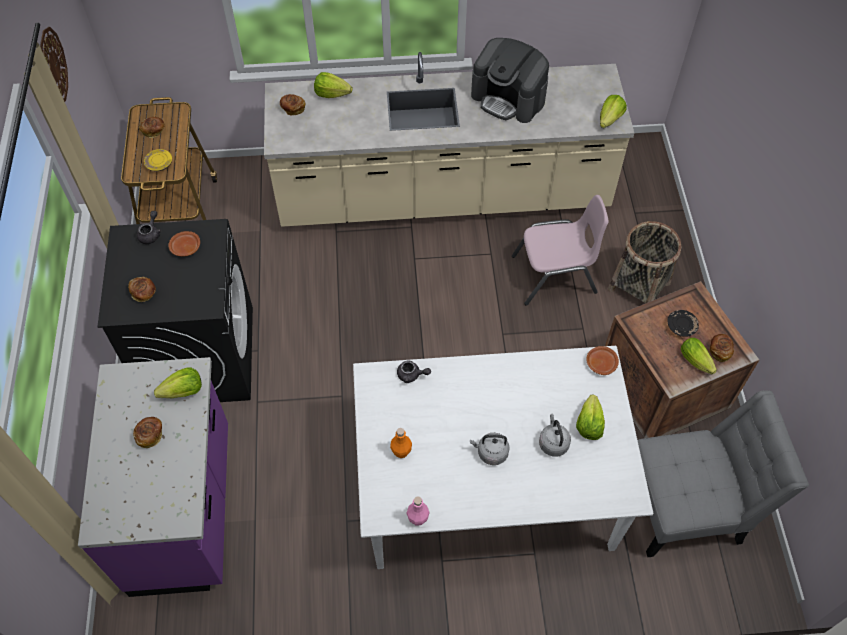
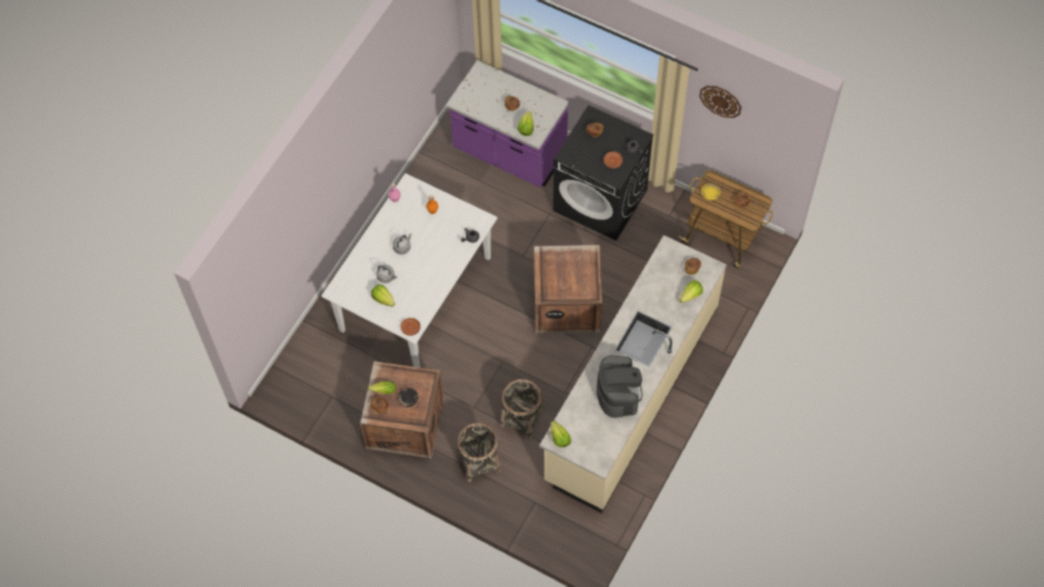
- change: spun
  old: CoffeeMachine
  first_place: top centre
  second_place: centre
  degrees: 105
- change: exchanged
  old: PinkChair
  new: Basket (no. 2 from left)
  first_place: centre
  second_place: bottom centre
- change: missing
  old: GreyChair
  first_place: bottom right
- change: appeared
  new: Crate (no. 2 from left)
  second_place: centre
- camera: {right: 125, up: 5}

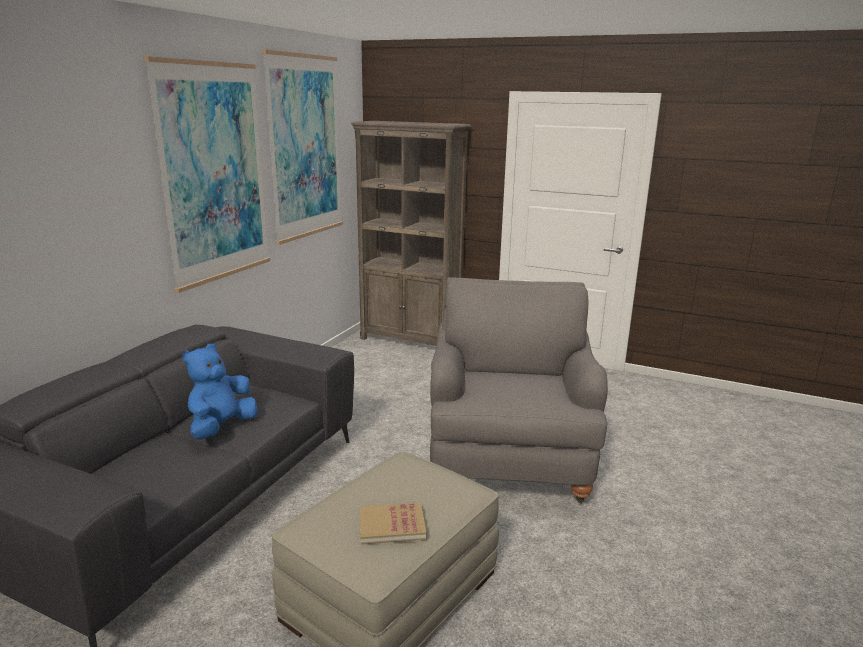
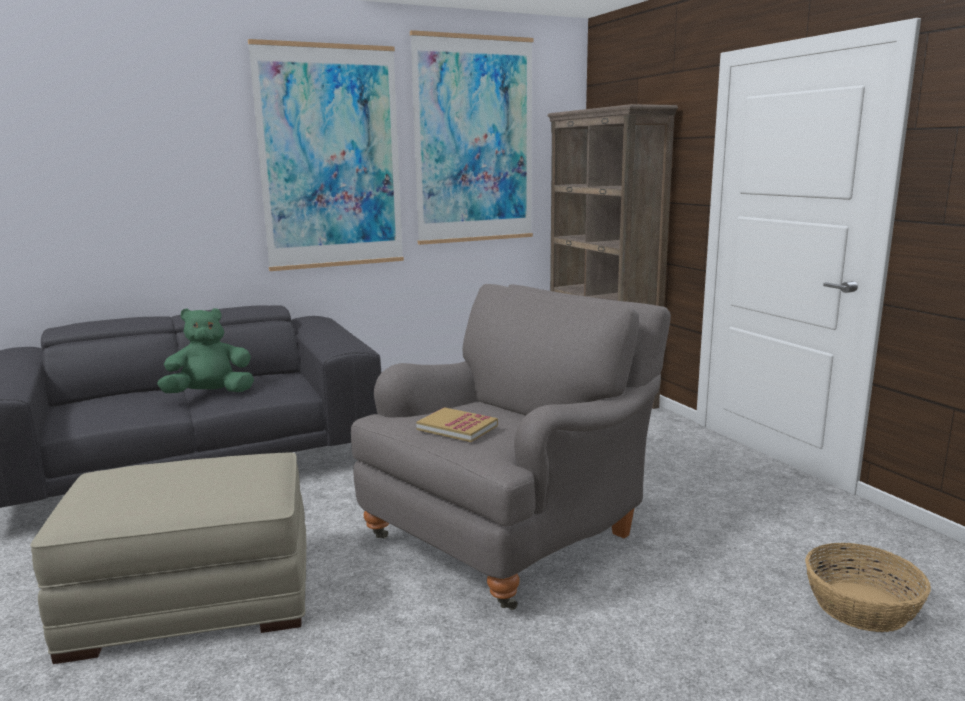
- change: colour
  old: BluePlushToy
  new: GreenPlushToy
  first_place: middle left
  second_place: middle left
- change: relocated
  old: Book
  first_place: bottom centre
  second_place: centre
- change: appeared
  new: Basket
  second_place: bottom right
- camera: {right: 40, up: -5}

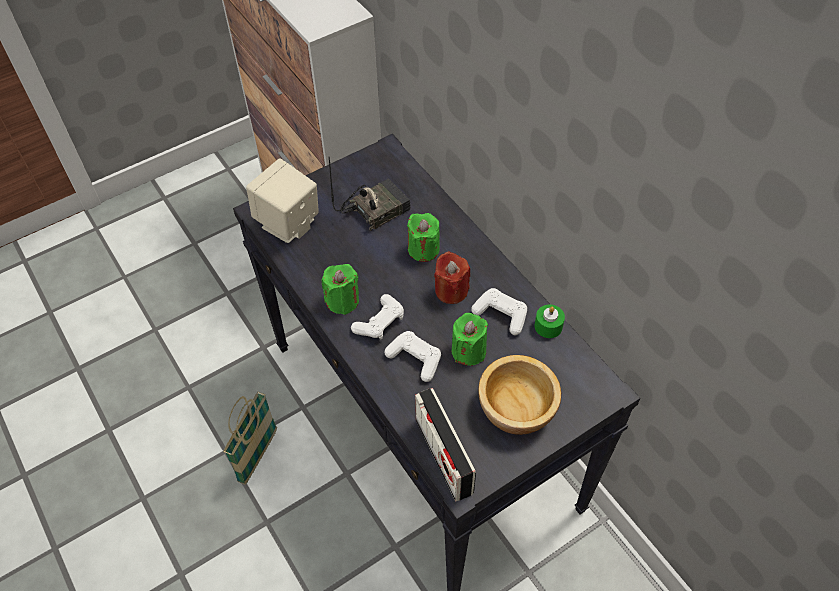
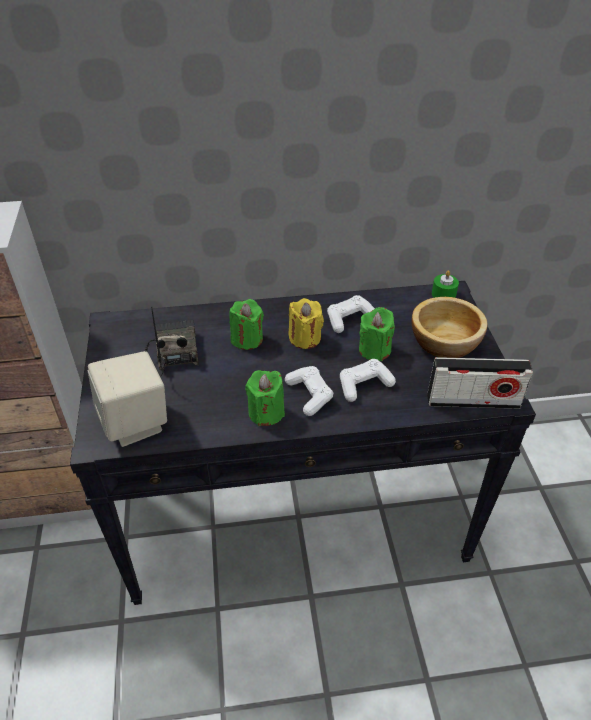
- change: colour
  old: RedCandle
  new: YellowCandle
  first_place: centre
  second_place: centre
- change: relocated
  old: GreenCandle (no. 4 from left)
  first_place: centre
  second_place: middle right
- change: missing
  old: Basket
  first_place: bottom left
- camera: {right: -65, up: -10}

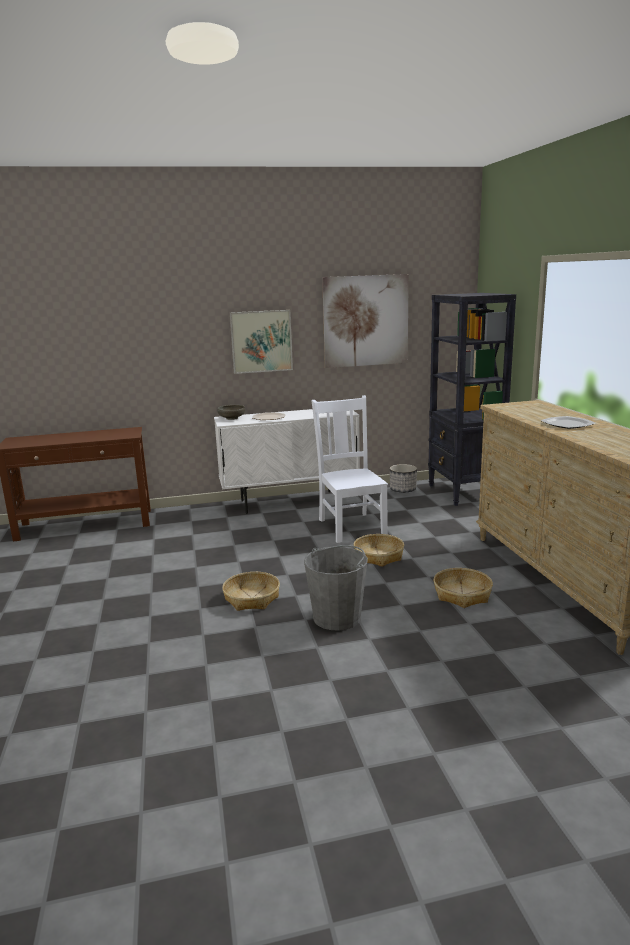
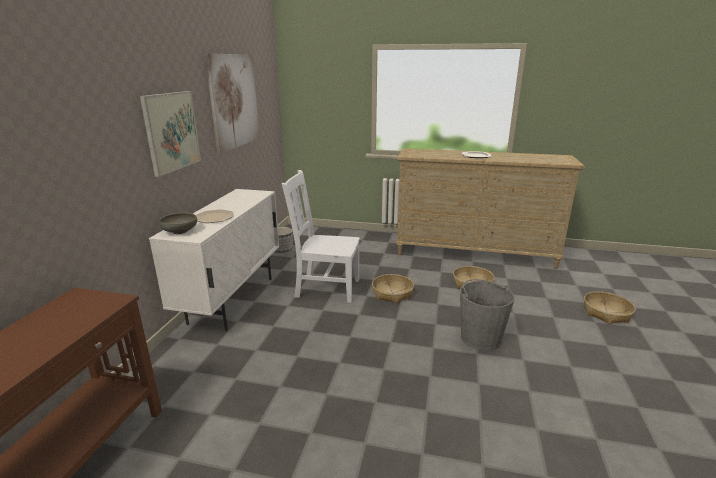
- change: missing
  old: BlackBookcase
  first_place: middle right
- change: relocated
  old: Basket (no. 1 from left in the first image)
  new: Basket (no. 3 from left)
  first_place: centre
  second_place: middle right
- camera: {right: -65, up: 5}

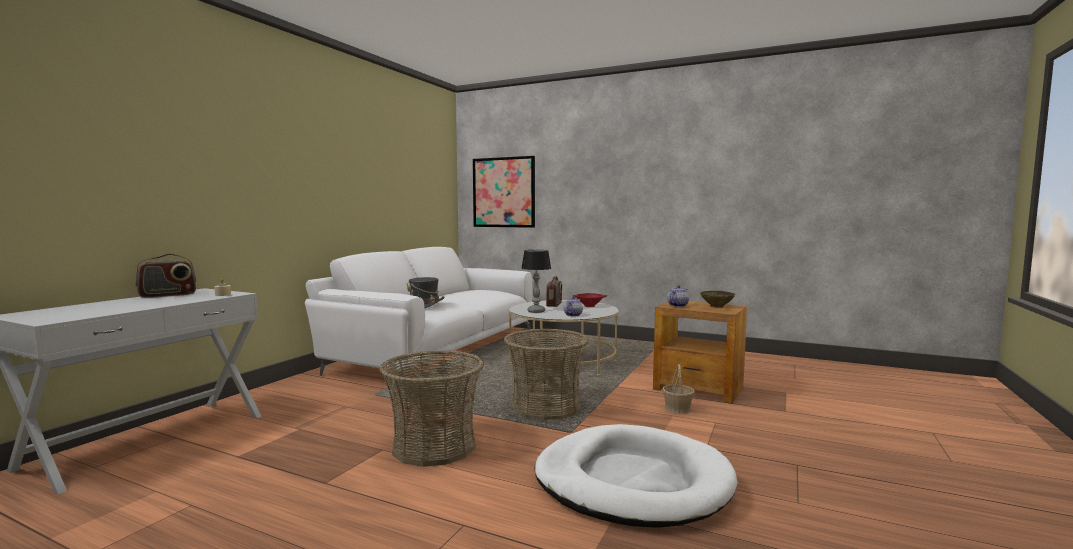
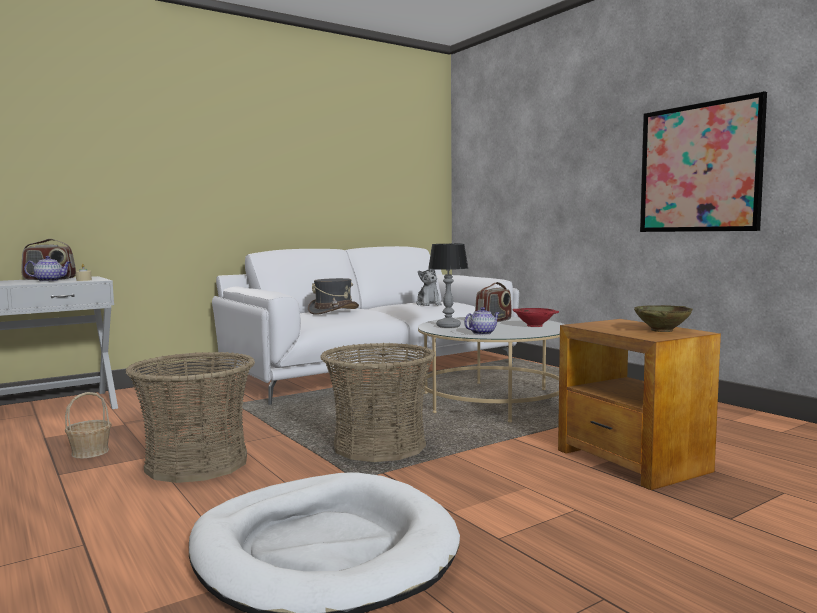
- change: relocated
  old: Picture
  first_place: centre
  second_place: top right
- change: relocated
  old: Teapot (no. 2 from left in the first image)
  new: Teapot (no. 1 from left)
  first_place: centre
  second_place: middle left
- change: relocated
  old: Basket (no. 3 from left in the first image)
  new: Basket (no. 1 from left)
  first_place: bottom centre
  second_place: bottom left
- change: appeared
  new: PlushToy
  second_place: centre
- camera: {right: 30, up: 0}

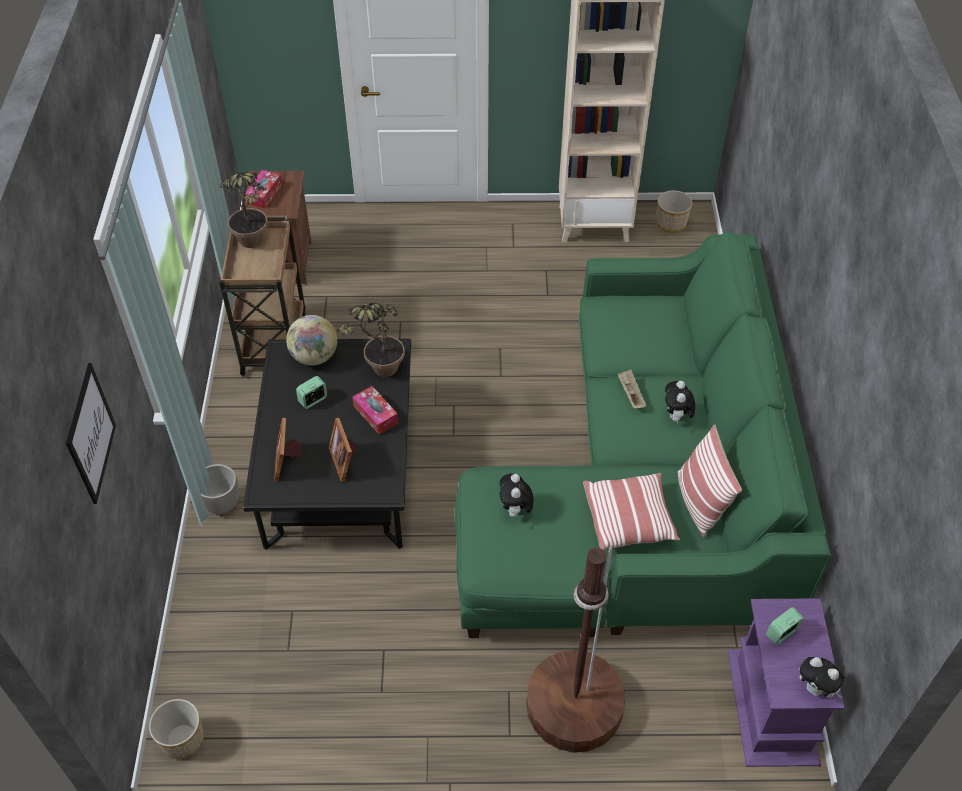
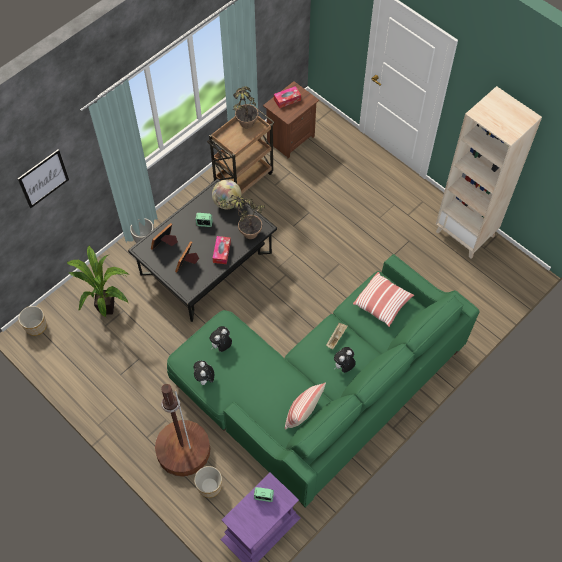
- change: relocated
  old: Planter (no. 3 from left)
  first_place: top right
  second_place: bottom centre
- change: relocated
  old: Pillow (no. 1 from left in the first image)
  new: Pillow (no. 2 from left)
  first_place: centre
  second_place: middle right
- change: relocated
  old: PlushToy (no. 3 from left in the first image)
  new: PlushToy (no. 1 from left)
  first_place: bottom right
  second_place: centre
- change: appeared
  new: PottedPlant (no. 1 from left)
  second_place: middle left
- camera: {right: 45, up: 10}

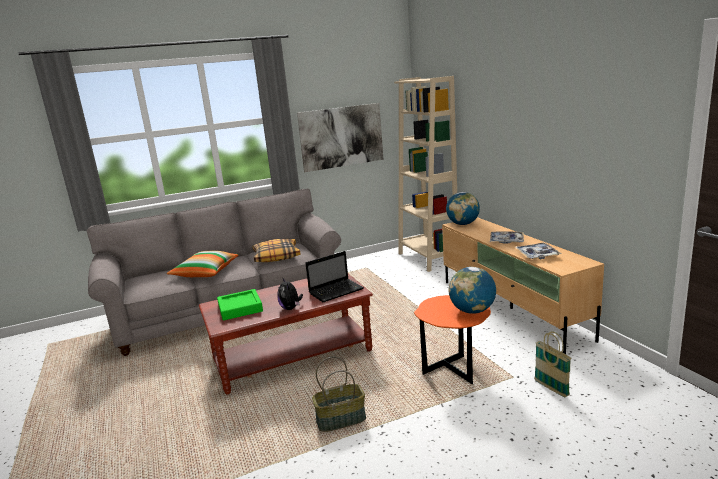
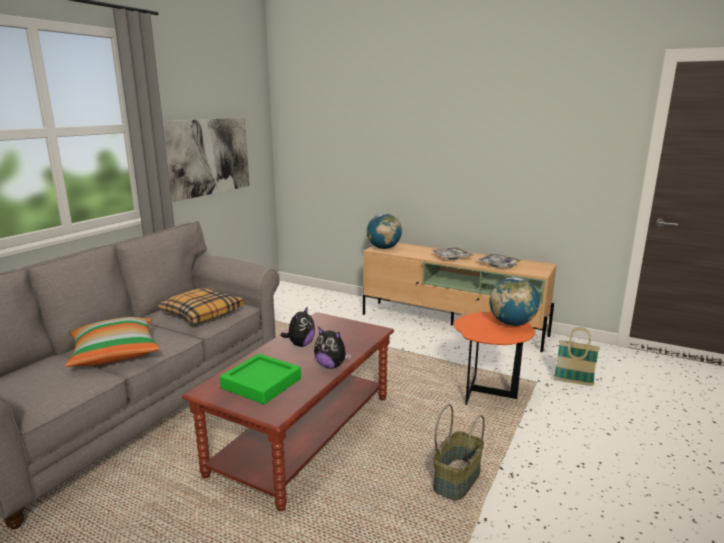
- change: missing
  old: BeigeBookcase
  first_place: centre
- change: missing
  old: Laptop
  first_place: centre
- change: appeared
  new: PlushToy (no. 1 from left)
  second_place: centre
- camera: {right: -40, up: 0}

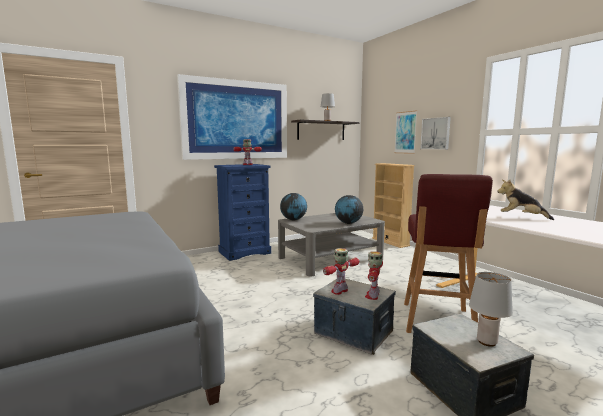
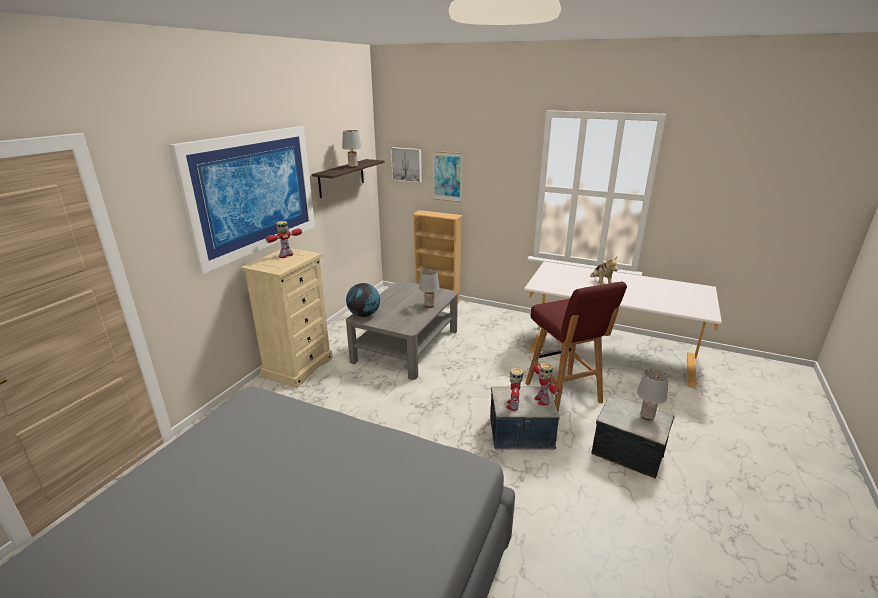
- change: relocated
  old: Picture (no. 3 from left in the first image)
  new: Picture (no. 2 from left)
  first_place: top right
  second_place: top centre
- change: colour
  old: BlueDresser
  new: BeigeDresser
  first_place: centre
  second_place: middle left
- change: spun
  old: PlushToy
  first_place: middle right
  second_place: middle right
  degrees: -90
- change: exchanged
  old: Globe (no. 2 from left)
  new: GreyTableLamp (no. 2 from left)
  first_place: centre
  second_place: centre
- camera: {right: -35, up: 15}

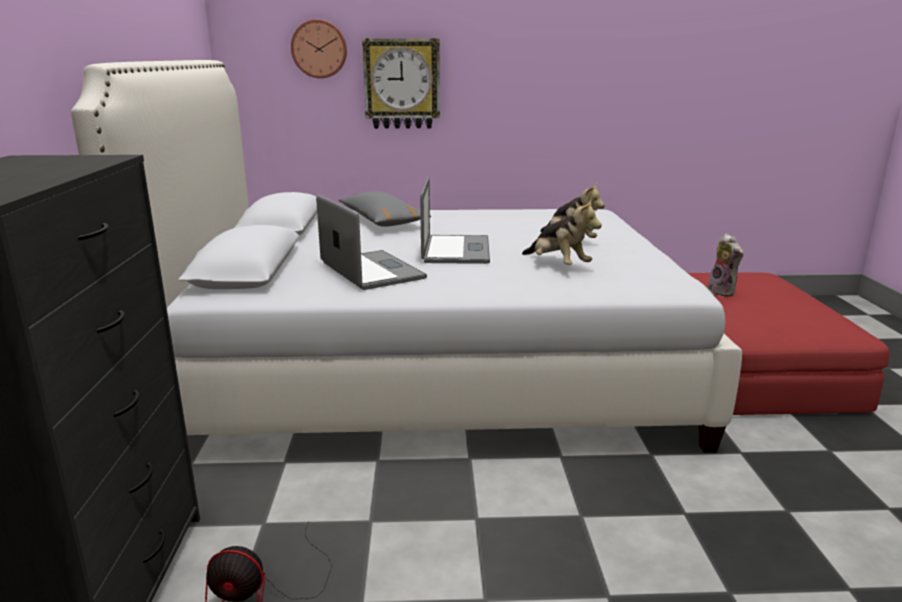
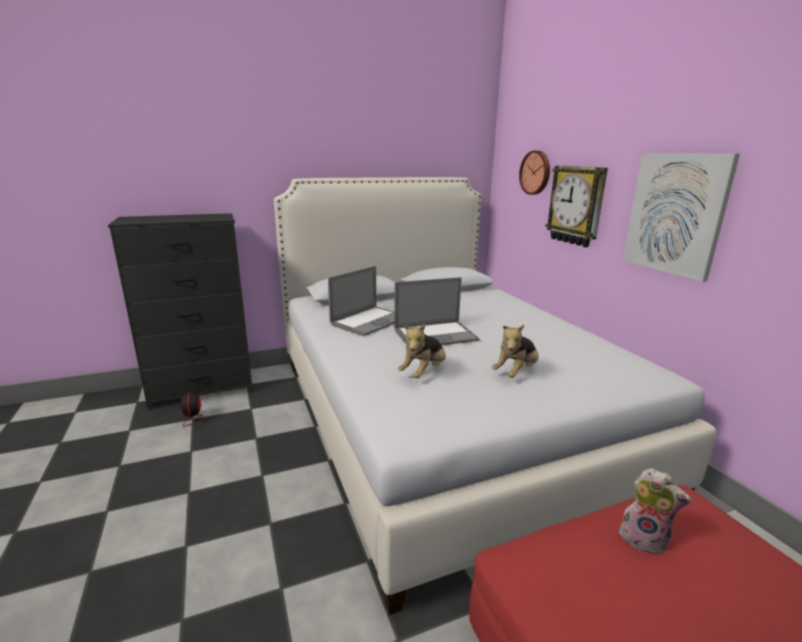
- change: missing
  old: GreyPillow
  first_place: centre
- change: spun
  old: PlushToy (no. 3 from left)
  first_place: middle right
  second_place: bottom right
  degrees: -105
- change: appeared
  new: Picture
  second_place: middle right
- camera: {right: 70, up: 0}

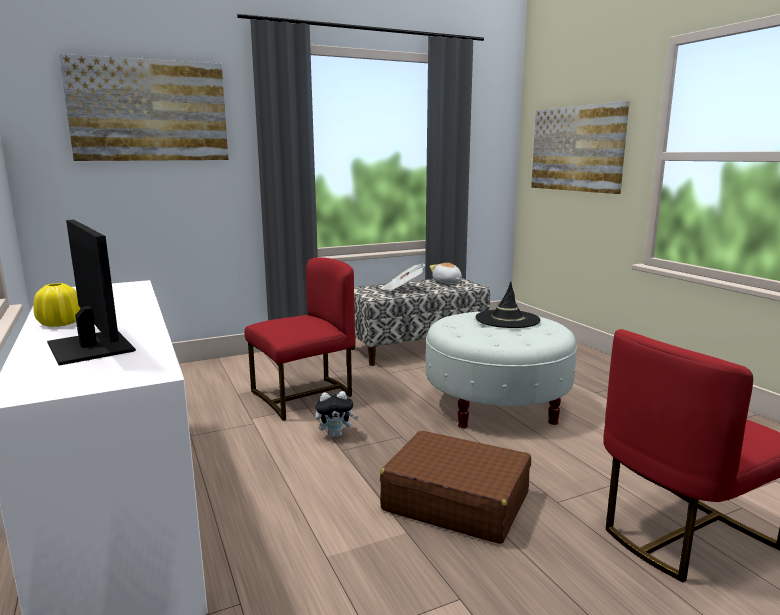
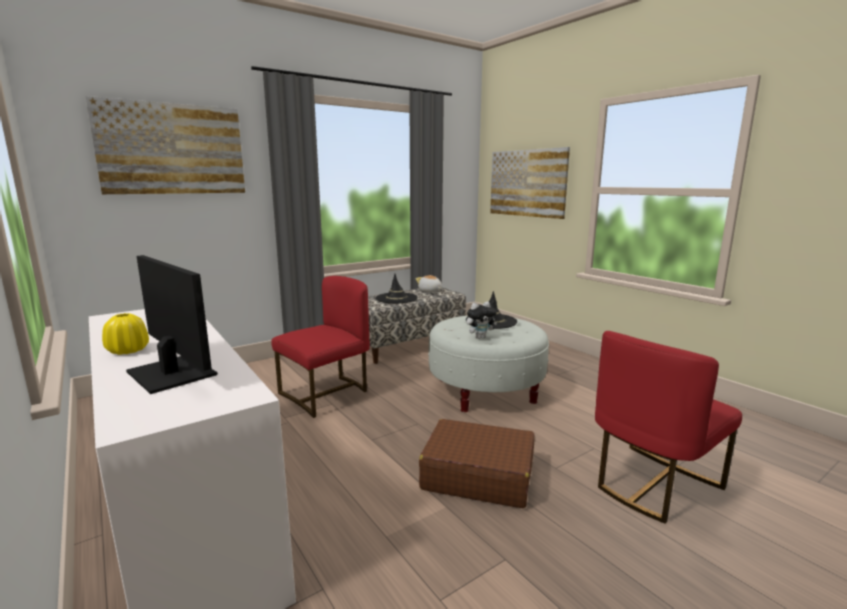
- change: exchanged
  old: Newspaper
  new: BlackHat (no. 1 from left)
  first_place: centre
  second_place: centre
- change: relocated
  old: PlushToy (no. 1 from left in the first image)
  new: PlushToy (no. 2 from left)
  first_place: bottom centre
  second_place: centre
- camera: {right: -10, up: 0}

